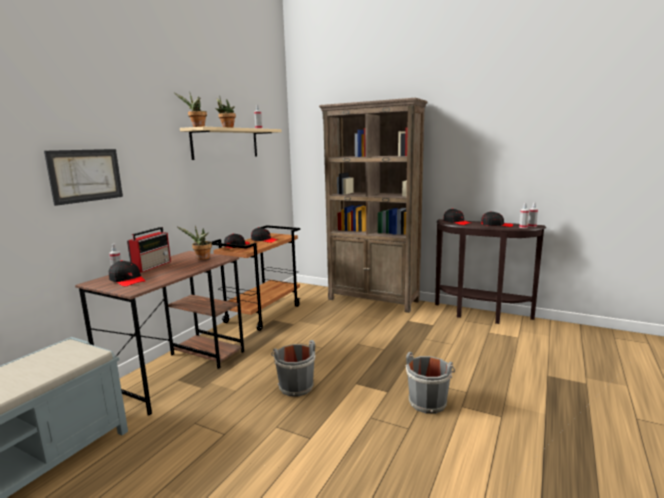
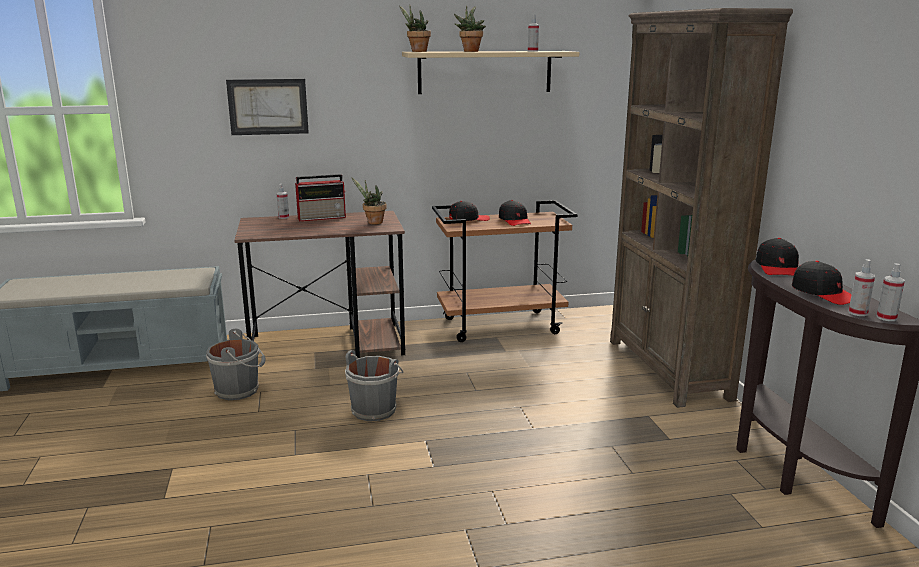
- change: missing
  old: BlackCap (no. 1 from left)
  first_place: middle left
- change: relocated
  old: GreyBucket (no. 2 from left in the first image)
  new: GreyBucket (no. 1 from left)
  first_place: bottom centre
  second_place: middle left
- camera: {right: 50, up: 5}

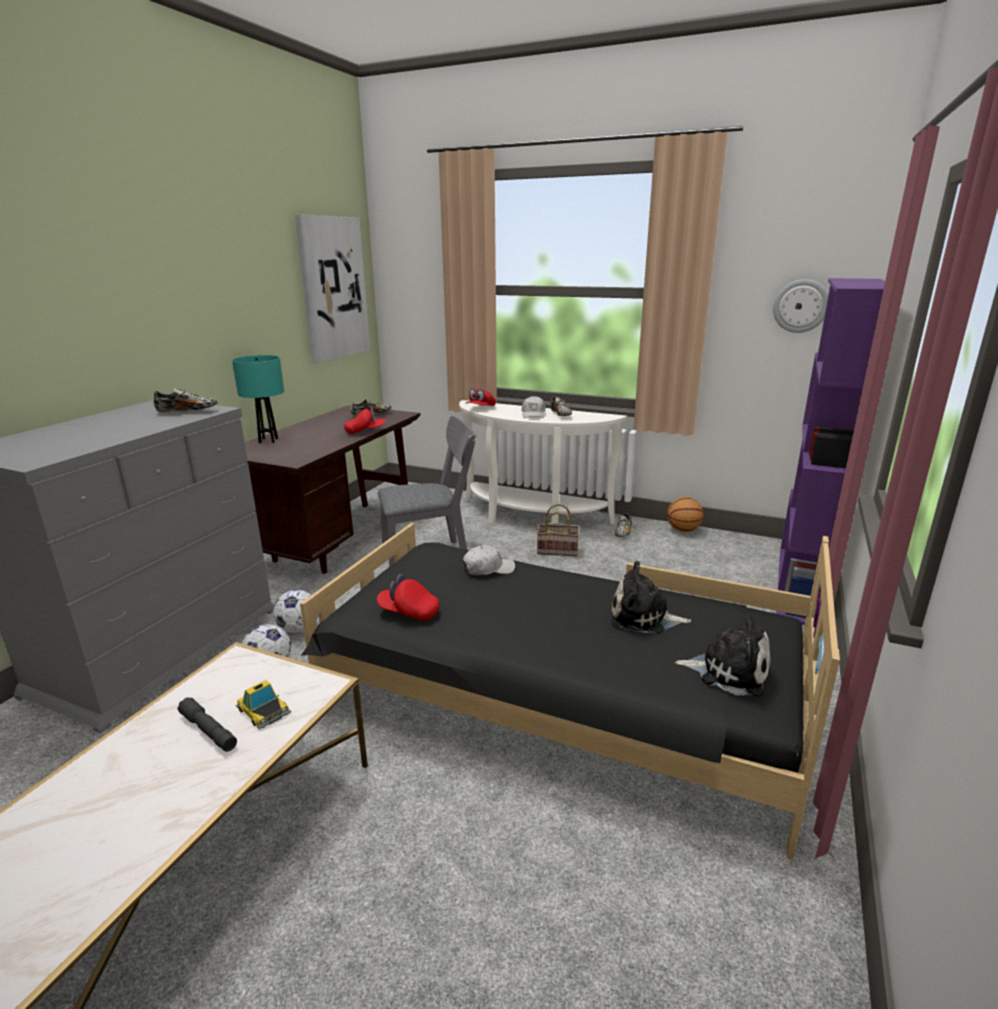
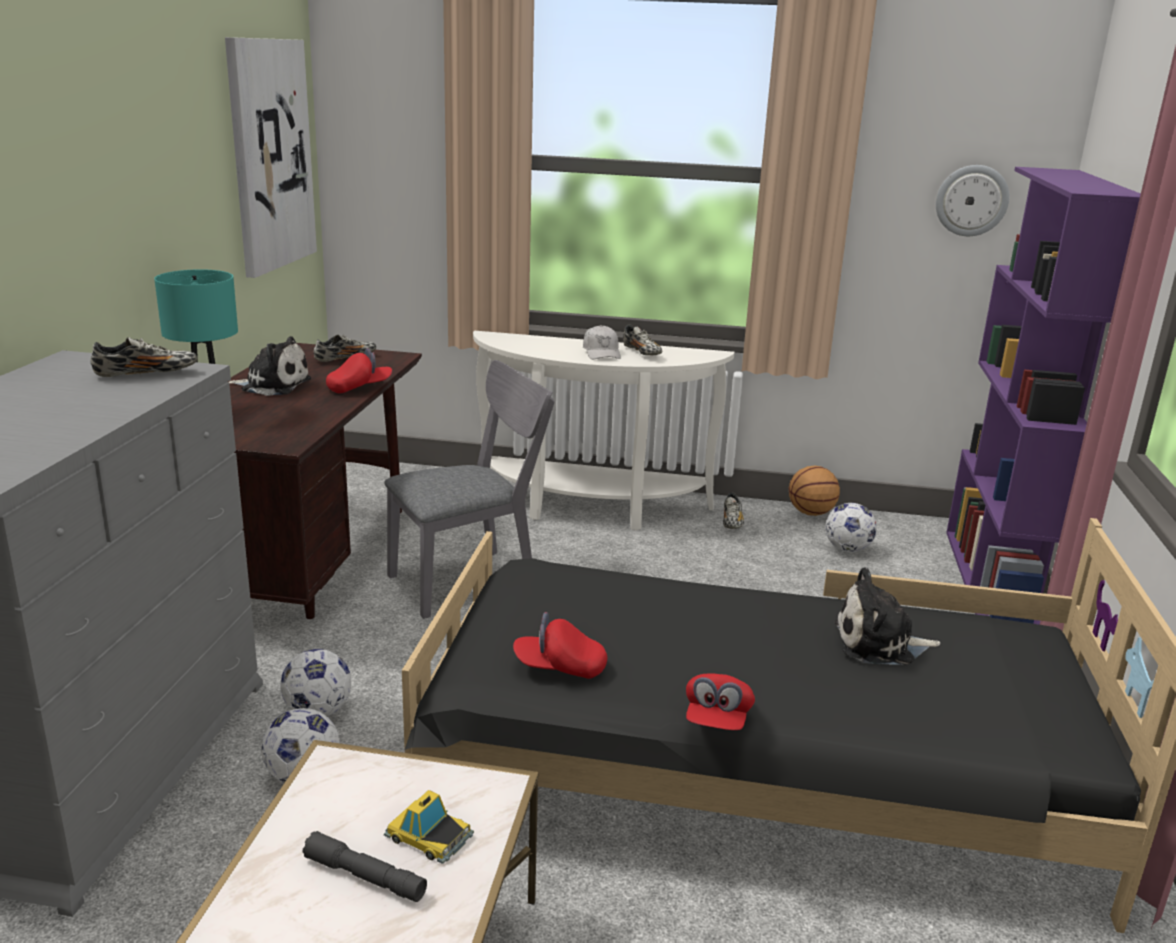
- change: relocated
  old: RedCap (no. 3 from left)
  first_place: centre
  second_place: bottom centre
- change: missing
  old: Basket
  first_place: centre
- change: missing
  old: WhiteCap (no. 1 from left)
  first_place: centre
- change: relocated
  old: PlushToy (no. 2 from left in the first image)
  new: PlushToy (no. 1 from left)
  first_place: middle right
  second_place: middle left
- change: appeared
  new: Football (no. 3 from left)
  second_place: middle right
- camera: {right: -15, up: 0}

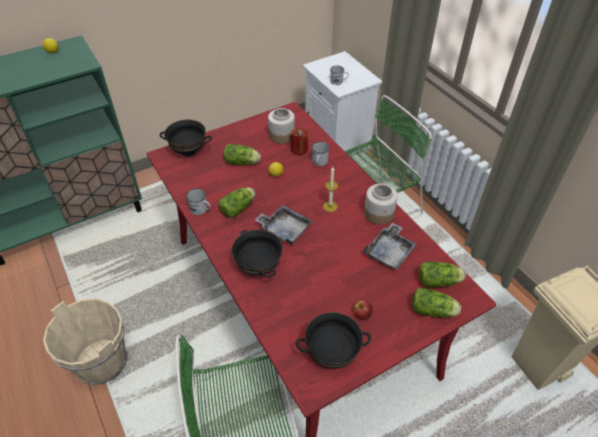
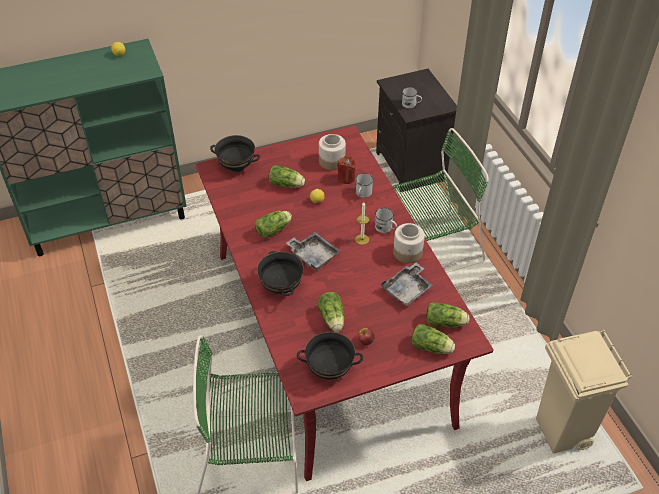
- change: colour
  old: WhiteNightstand
  new: BlackNightstand
  first_place: top centre
  second_place: top centre
- change: relocated
  old: WhiteMug (no. 1 from left in the first image)
  new: WhiteMug (no. 2 from left)
  first_place: middle left
  second_place: centre
- change: missing
  old: BeigeBucket
  first_place: bottom left
- change: appeared
  new: Lettuce (no. 3 from left)
  second_place: centre
- camera: {right: 10, up: 0}

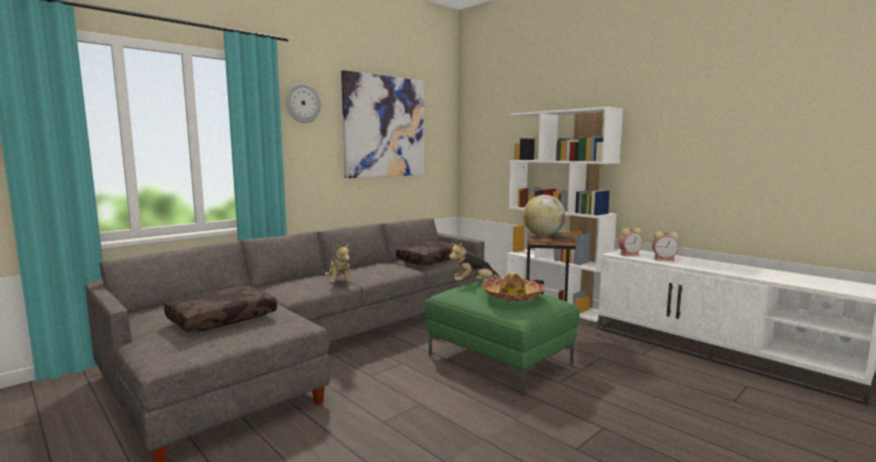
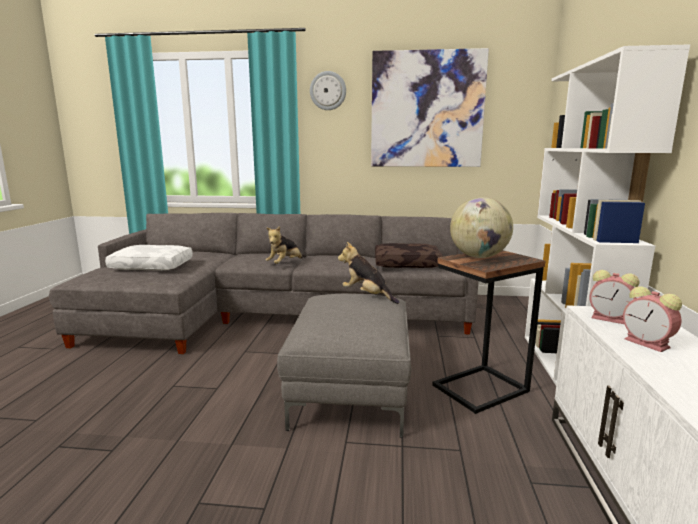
- change: missing
  old: Hat
  first_place: centre
- change: colour
  old: GreenOttoman
  new: GreyOttoman
  first_place: bottom centre
  second_place: bottom centre
- change: colour
  old: BrownPillow (no. 1 from left)
  new: WhitePillow
  first_place: bottom left
  second_place: middle left
- camera: {right: 50, up: 5}

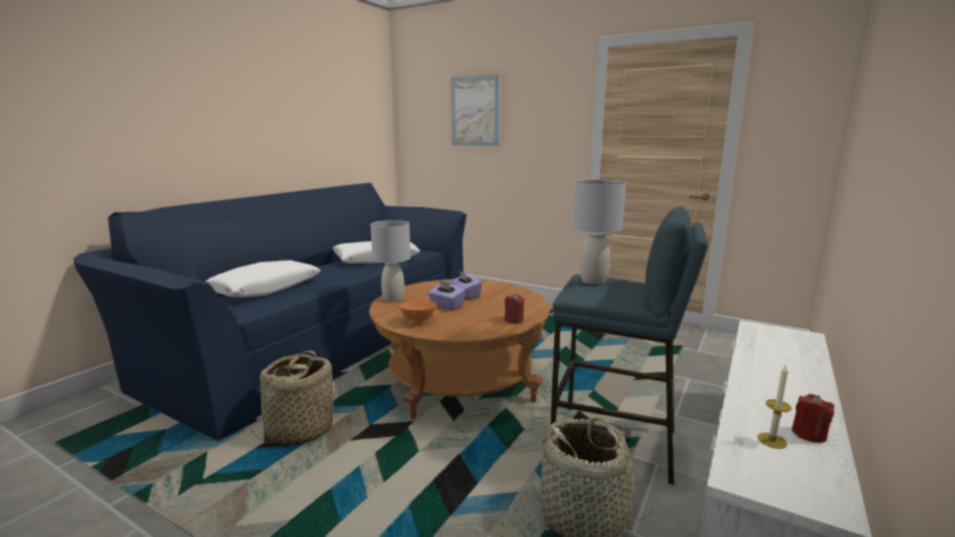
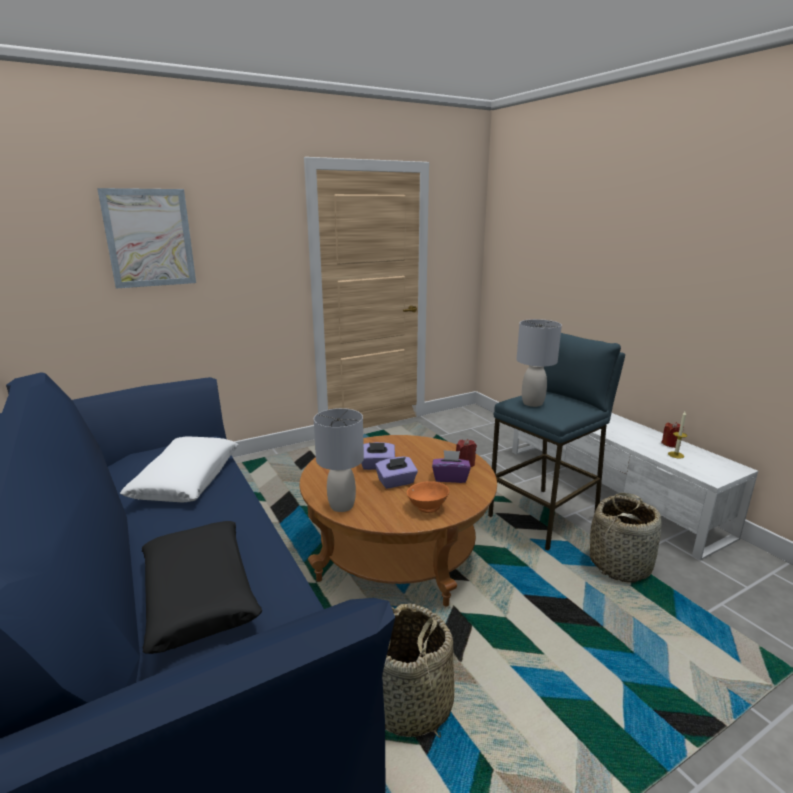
- change: colour
  old: WhitePillow (no. 1 from left)
  new: BlackPillow
  first_place: middle left
  second_place: bottom left
- change: appeared
  new: PurpleTissueBox (no. 3 from left)
  second_place: centre
- camera: {right: -60, up: 5}

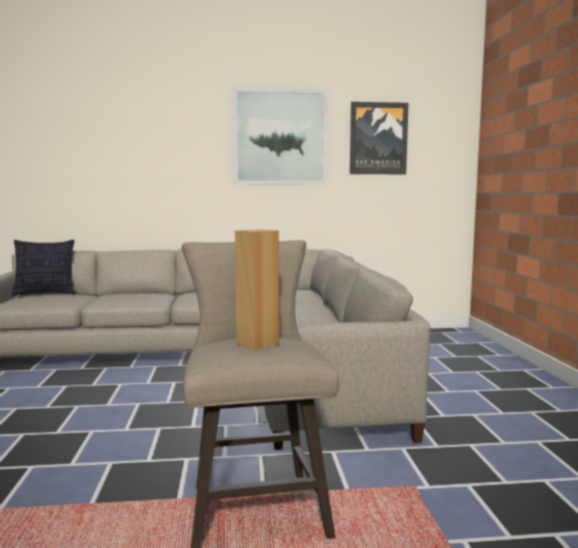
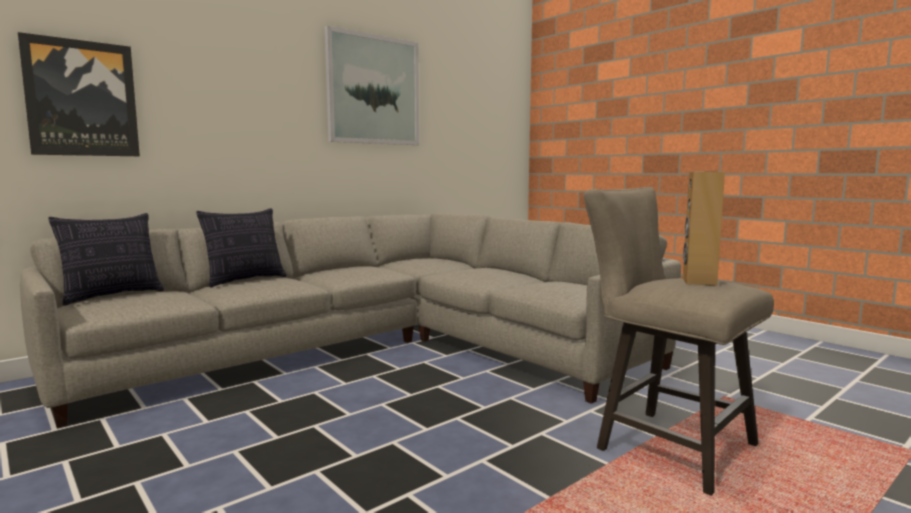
- change: relocated
  old: Picture (no. 2 from left in the first image)
  new: Picture (no. 1 from left)
  first_place: top centre
  second_place: top left
- change: appeared
  new: Pillow (no. 2 from left)
  second_place: middle left
- camera: {right: -35, up: 0}

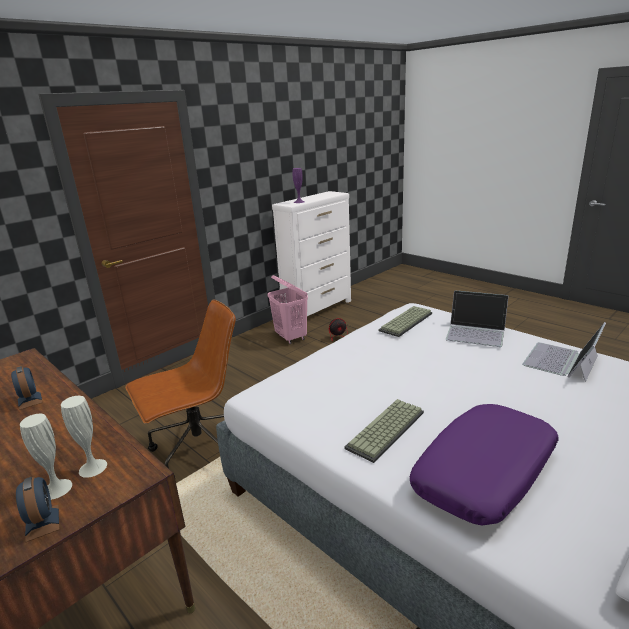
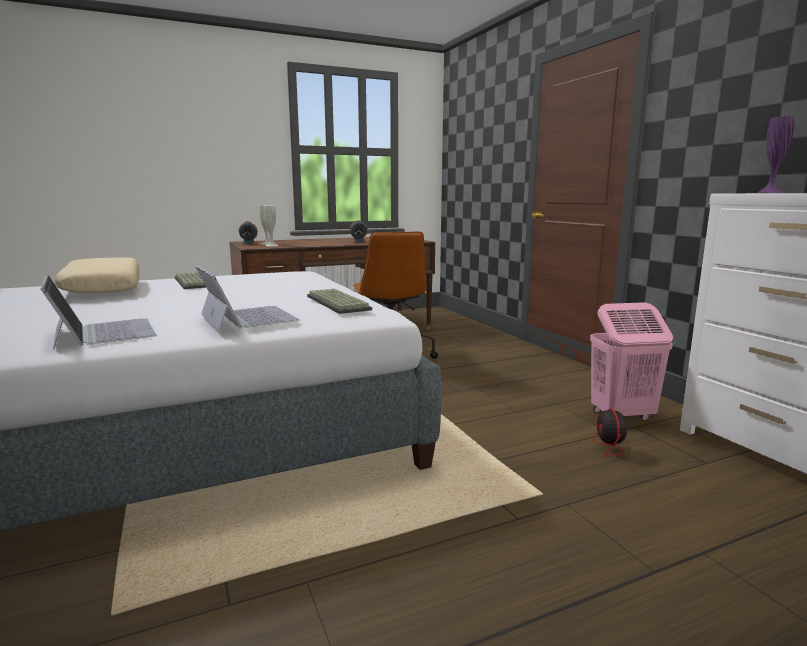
- change: spun
  old: Laptop (no. 1 from left in the first image)
  first_place: middle right
  second_place: middle left
  degrees: 105
- change: colour
  old: PurplePillow
  new: BeigePillow
  first_place: bottom right
  second_place: middle left
- camera: {right: 110, up: -10}

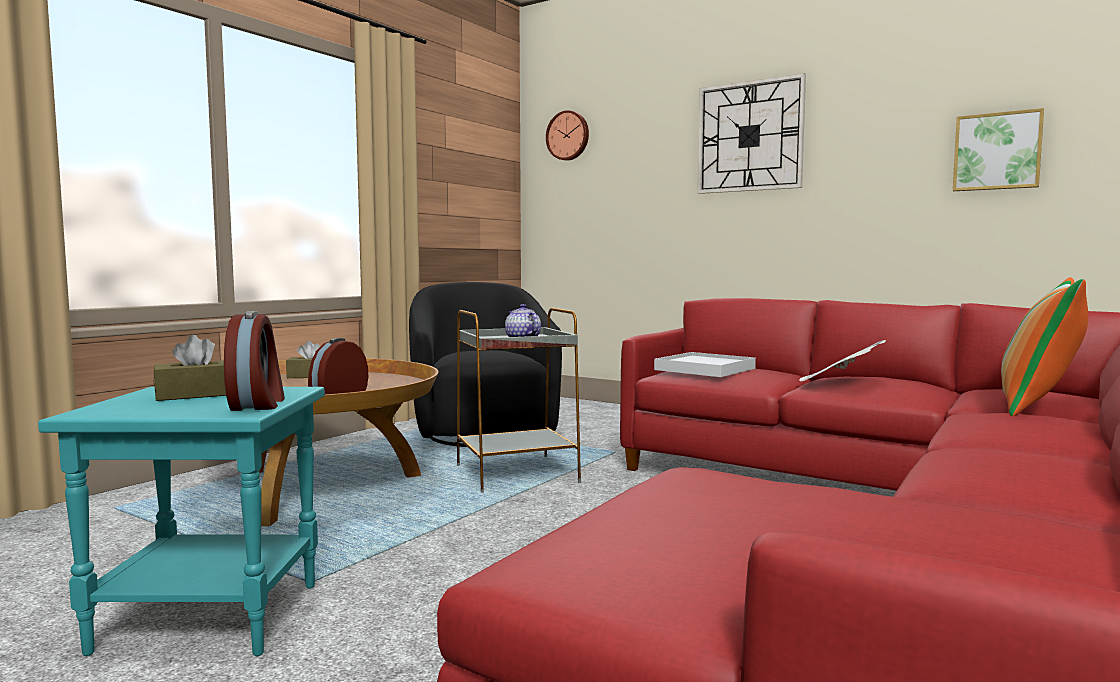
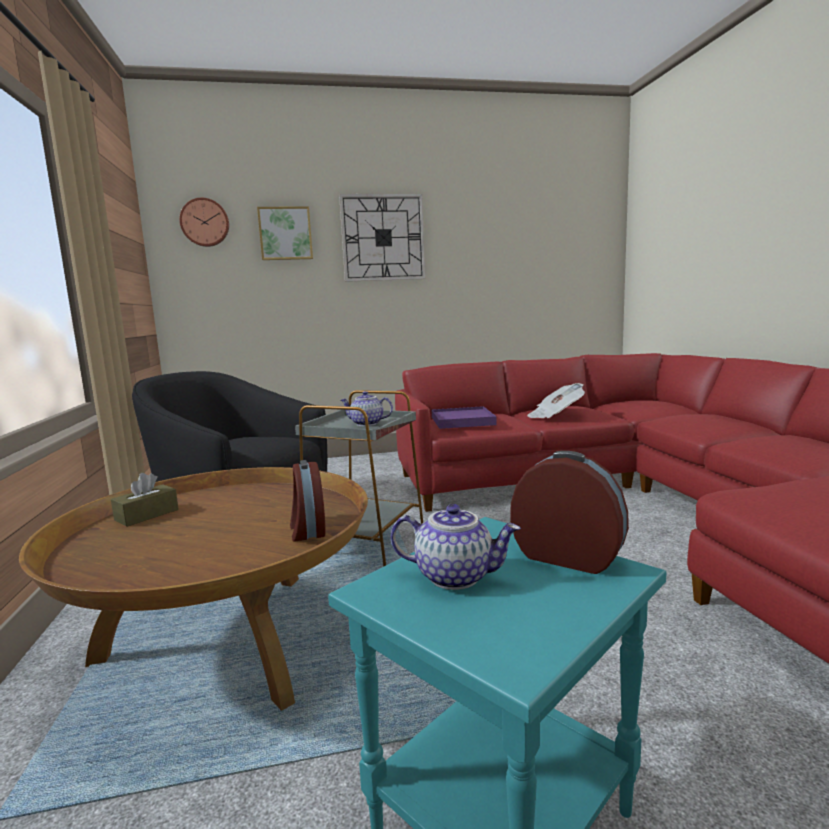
- change: relocated
  old: Picture
  first_place: top right
  second_place: top centre
- change: missing
  old: Pillow
  first_place: middle right
- change: exchanged
  old: BrownTissueBox (no. 1 from left)
  new: Teapot (no. 2 from left)
  first_place: middle left
  second_place: centre
- change: colour
  old: WhiteTray
  new: PurpleTray
  first_place: centre
  second_place: centre
- camera: {right: -45, up: 5}

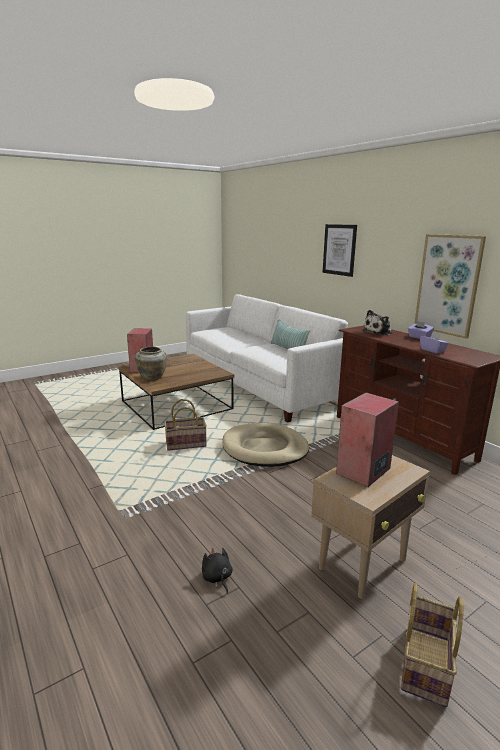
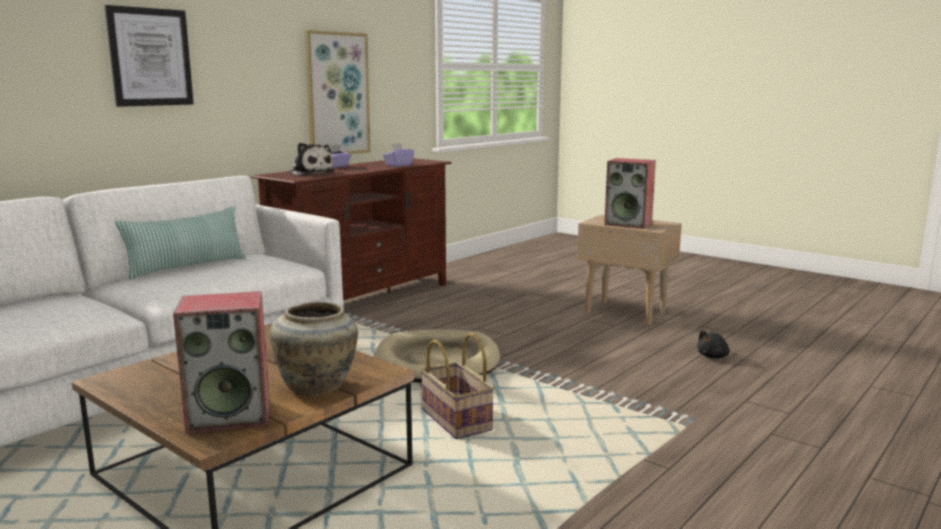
- change: missing
  old: Basket (no. 2 from left)
  first_place: bottom right
- camera: {right: -105, up: -5}

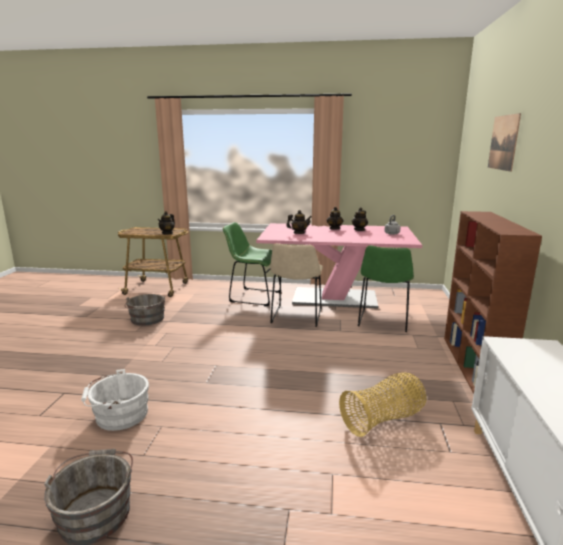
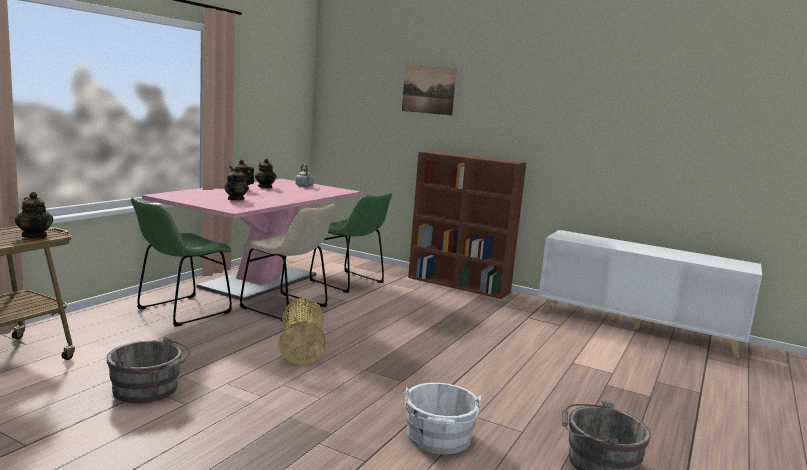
- change: relocated
  old: Basket
  first_place: bottom right
  second_place: bottom centre
- camera: {right: -70, up: -5}

